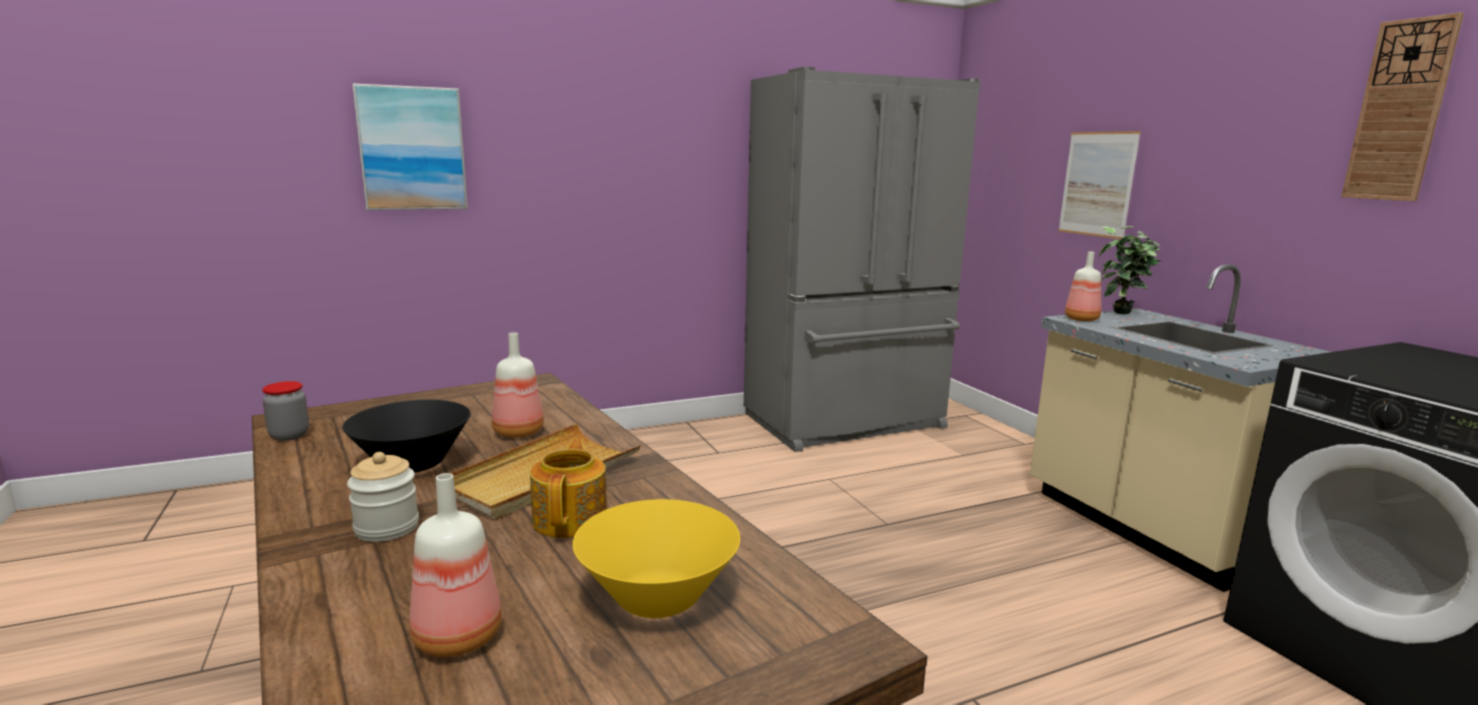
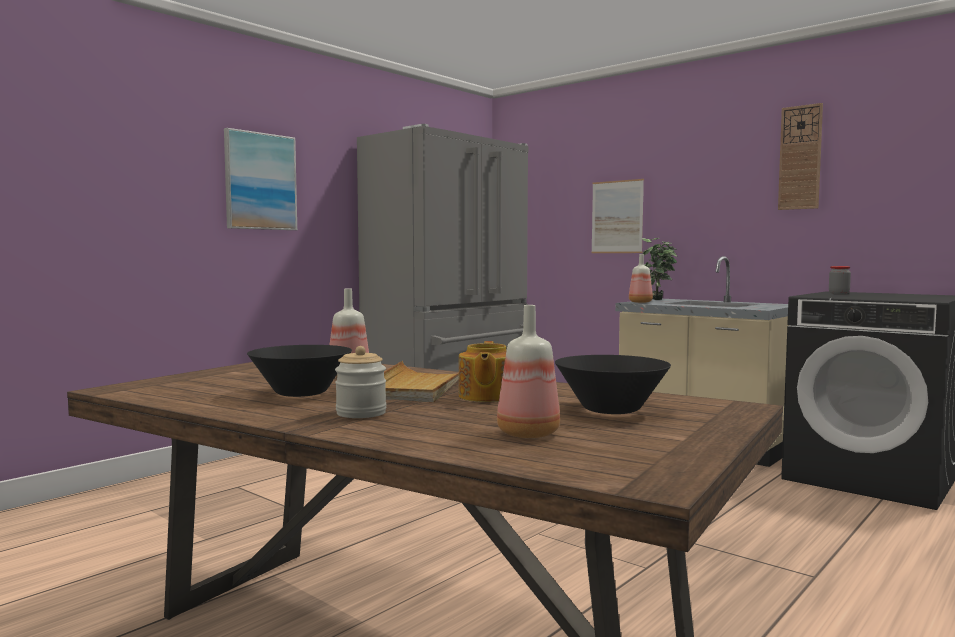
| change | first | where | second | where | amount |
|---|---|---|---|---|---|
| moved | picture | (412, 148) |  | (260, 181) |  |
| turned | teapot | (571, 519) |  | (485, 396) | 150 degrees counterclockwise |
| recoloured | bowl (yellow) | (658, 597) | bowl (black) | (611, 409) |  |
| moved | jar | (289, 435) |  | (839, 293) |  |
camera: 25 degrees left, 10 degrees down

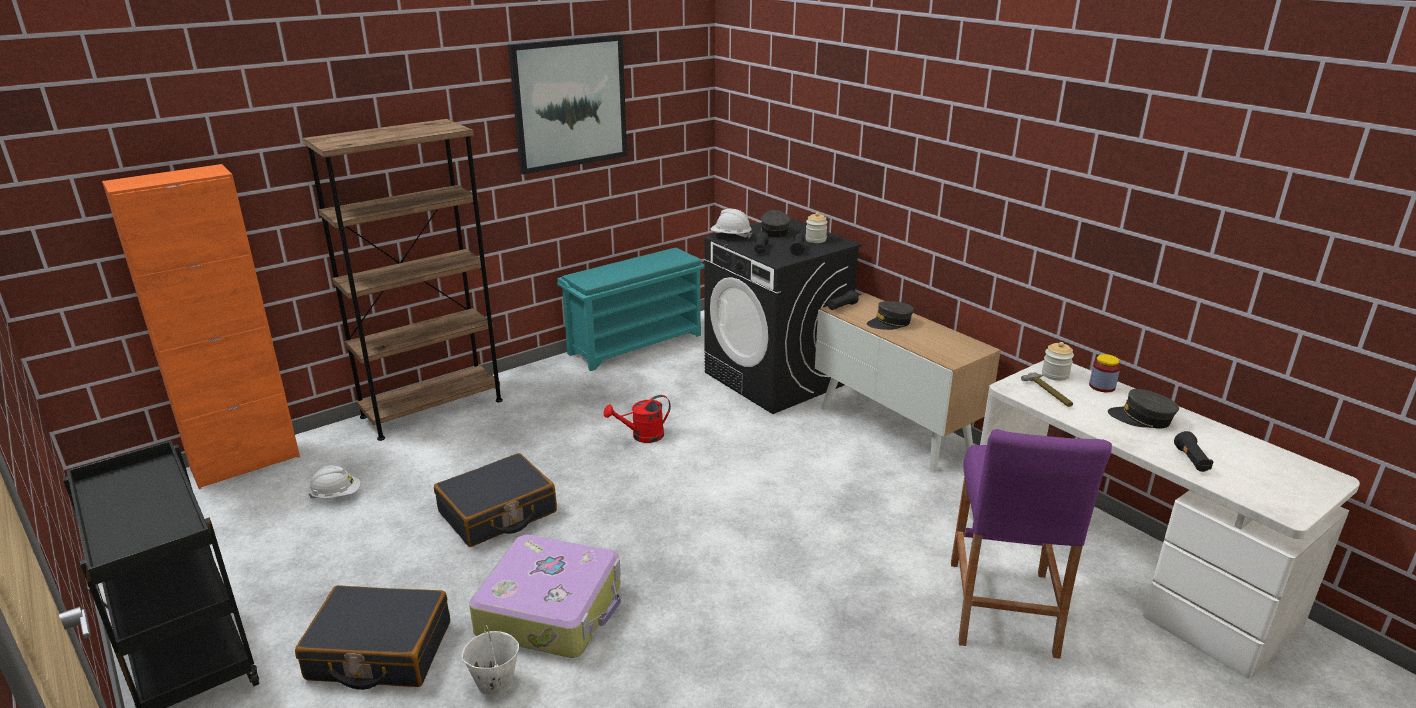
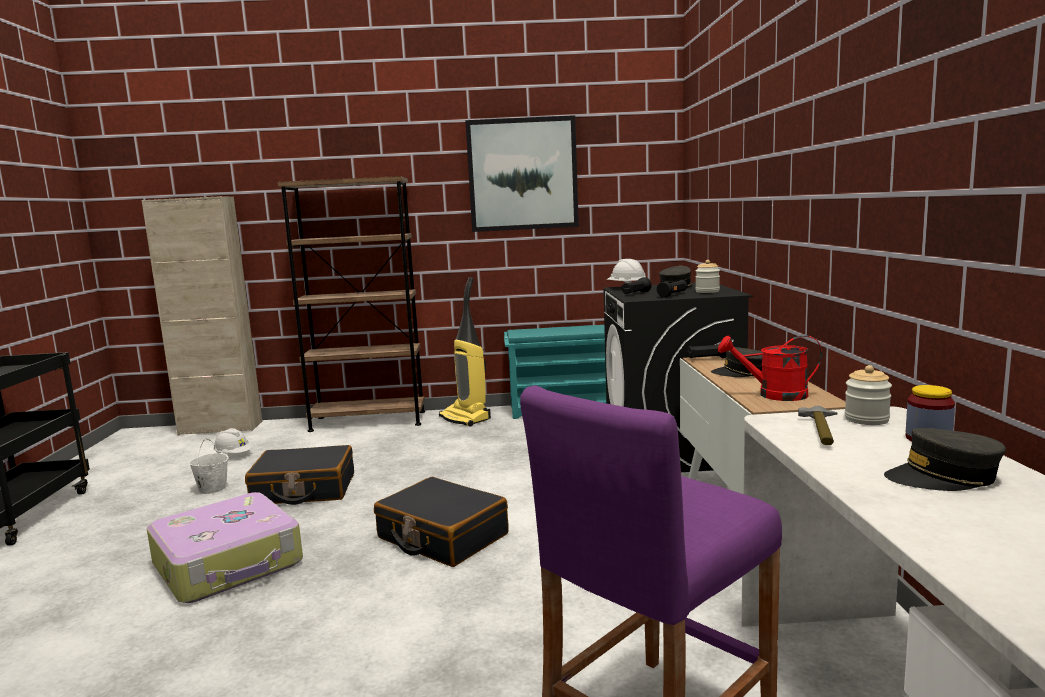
| change | first | where | second | where | amount |
|---|---|---|---|---|---|
| recoloured | cabinet (orange) | (246, 463) | cabinet (beige) | (220, 428) |  |
| moved | bucket (white) | (494, 682) |  | (212, 489) |  |
| moved | suitcase (black) | (379, 651) |  | (442, 537) |  |
| added |  |  | vacuum cleaner | (466, 418) |  |
| moved | watering can (red) | (642, 436) |  | (773, 395) |  |
| turned | cap (grey) | (1141, 418) |  | (943, 477) | 60 degrees counterclockwise |
| removed | flashlight (black) | (1191, 461) |  |  |  |
camera: 35 degrees right, 15 degrees down

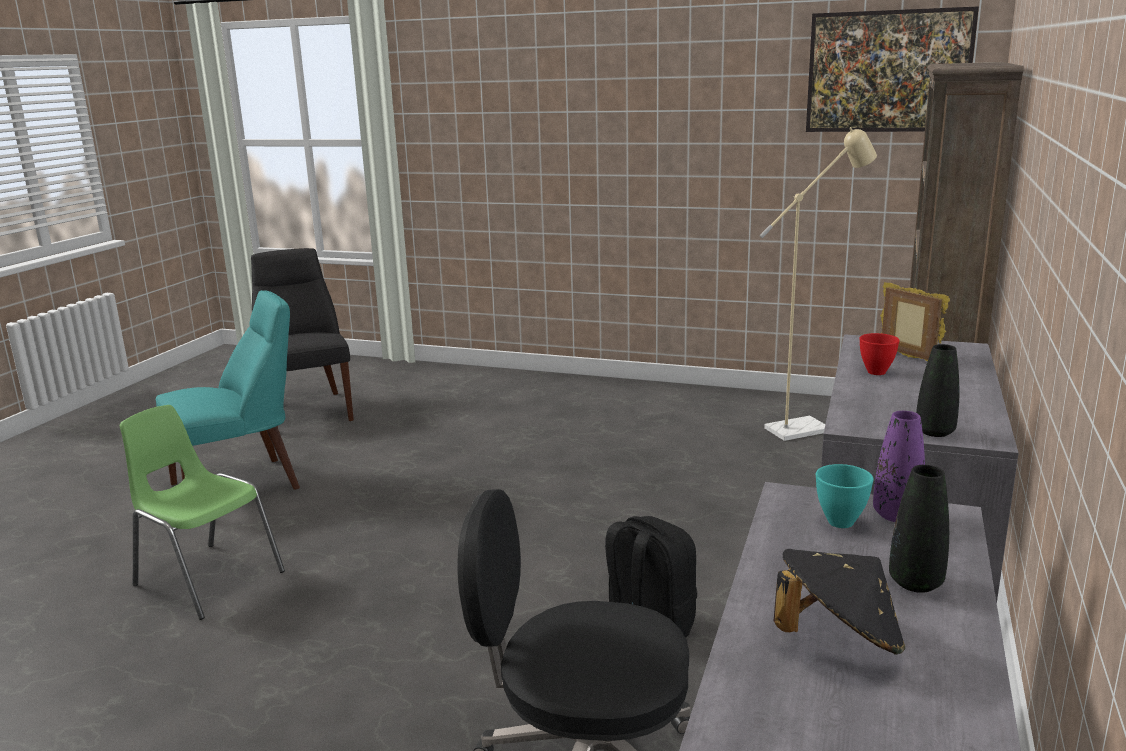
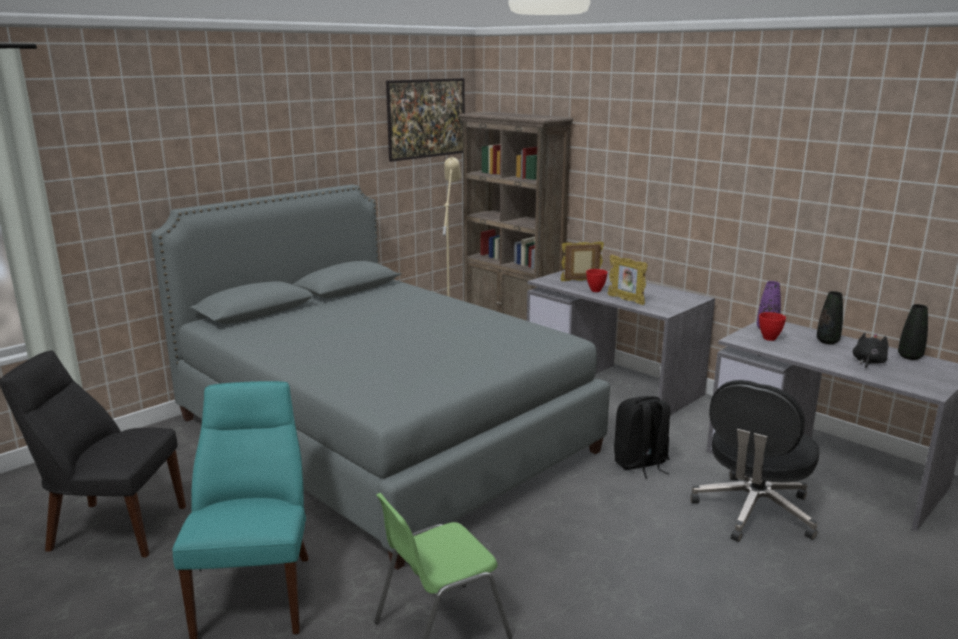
| change | first | where | second | where | amount |
|---|---|---|---|---|---|
| added |  |  | bed (grey) | (382, 434) |  |
| added |  |  | picture frame | (626, 300) |  |
| recoloured | bowl (turquoise) | (842, 522) | bowl (red) | (769, 338) |  |
| replaced | hat (black) | (838, 638) | plush toy (black) | (868, 362) |  |
| moved | vase (black) | (935, 432) |  | (909, 357) |  |
camera: 65 degrees left, 0 degrees up

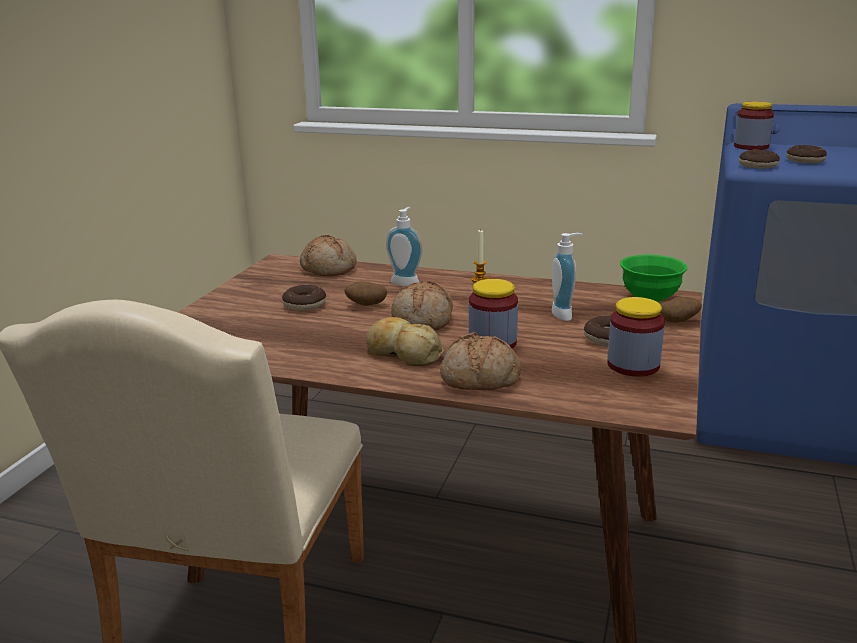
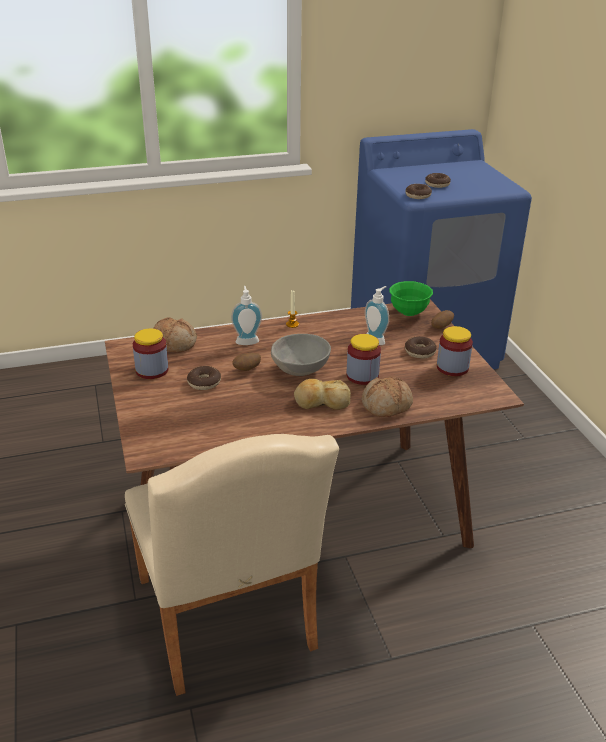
| change | first | where | second | where | amount |
|---|---|---|---|---|---|
| moved | jar | (751, 147) |  | (152, 370) |  |
| replaced | bread | (424, 320) | bowl (grey) | (301, 371) |  |
camera: 35 degrees left, 10 degrees up

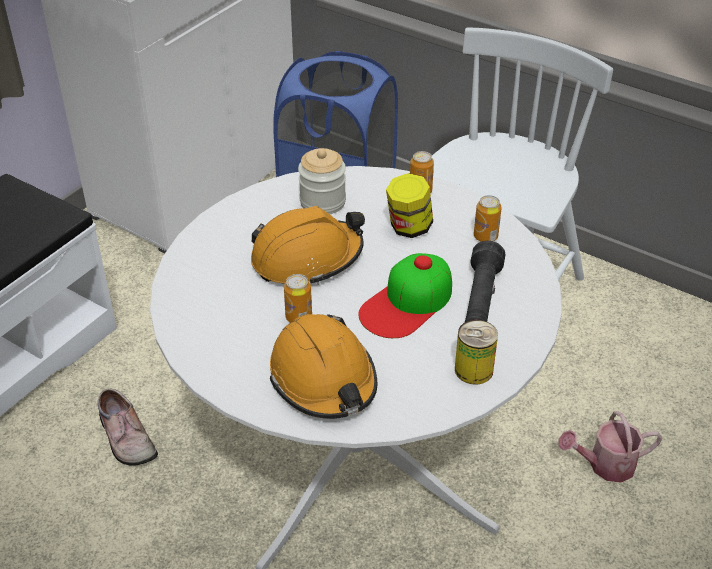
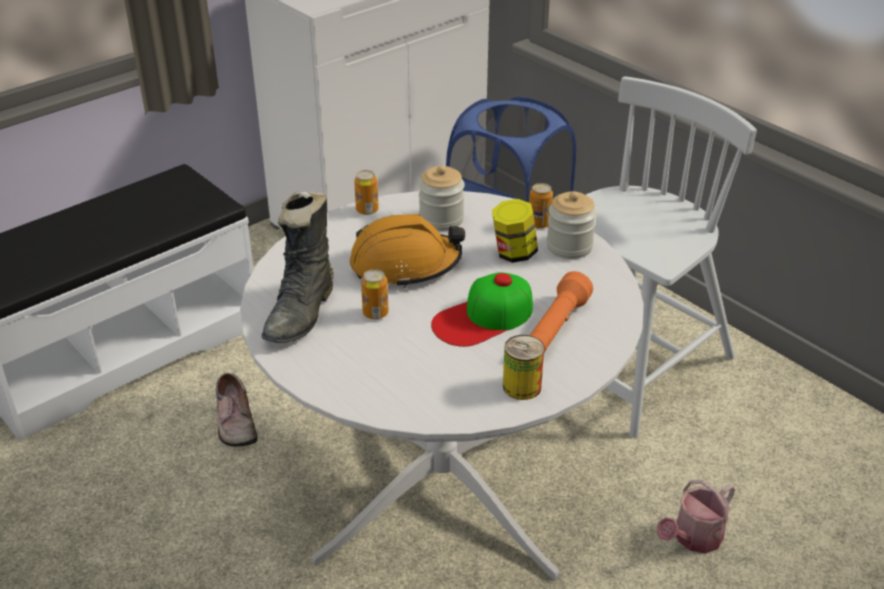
| change | first | where | second | where | amount |
|---|---|---|---|---|---|
| added |  |  | boot (black) | (302, 312) |  |
| moved | can | (485, 237) |  | (367, 210) |  |
| recoloured | flashlight (black) | (480, 301) | flashlight (orange) | (556, 328) |  |
| added |  |  | jar | (569, 246) |  |
| turned | watering can | (605, 465) |  | (693, 538) | 45 degrees counterclockwise |
| removed | hard hat (orange) | (323, 379) |  |  |  |
camera: 15 degrees right, 5 degrees down

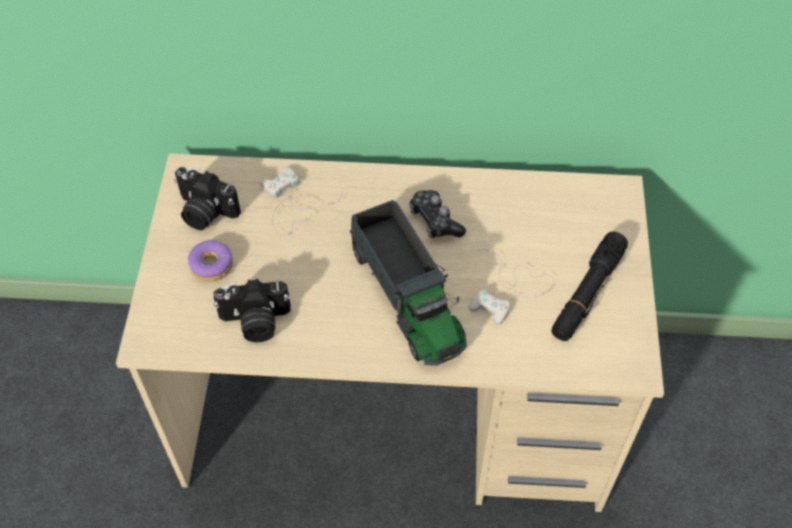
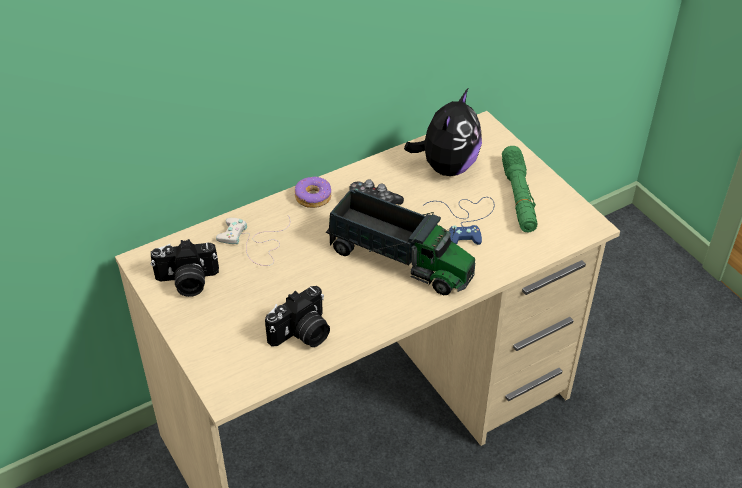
| change | first | where | second | where | amount |
|---|---|---|---|---|---|
| moved | donut | (212, 265) |  | (313, 197) |  |
| added |  |  | plush toy | (446, 167) |  |
| recoloured | game controller (white) | (509, 289) | game controller (blue) | (466, 220) |  |
| recoloured | flashlight (black) | (587, 293) | flashlight (green) | (518, 196) |  |
camera: 35 degrees left, 10 degrees down

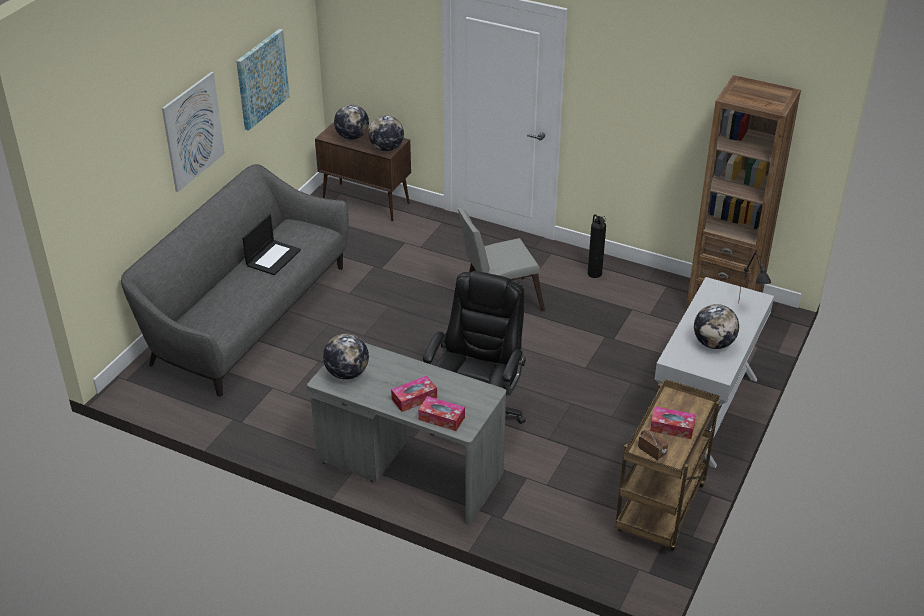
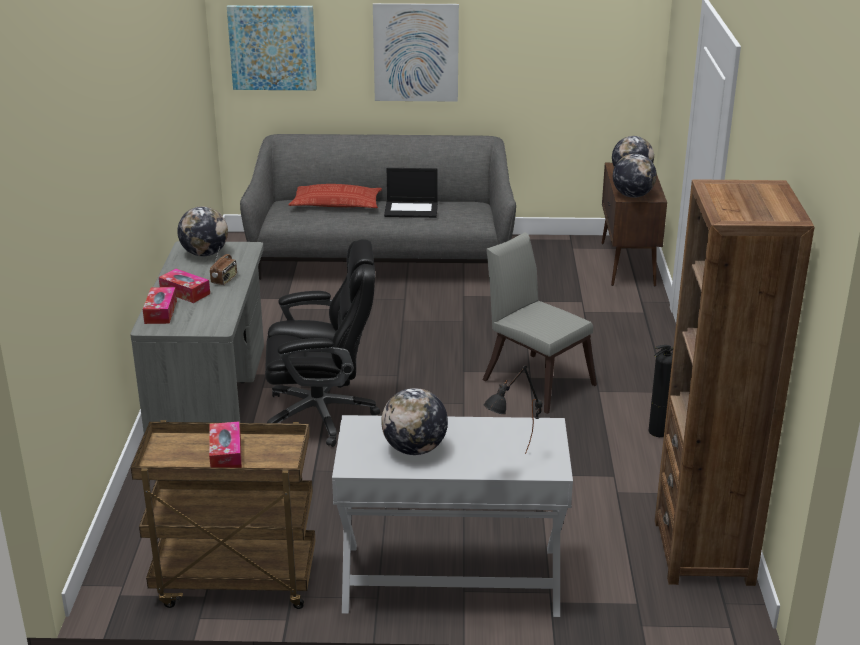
| change | first | where | second | where | amount |
|---|---|---|---|---|---|
| moved | radio | (652, 451) |  | (224, 280) |  |
| moved | picture | (261, 79) |  | (272, 47) |  |
| added |  |  | pillow | (336, 204) |  |
camera: 65 degrees right, 10 degrees down

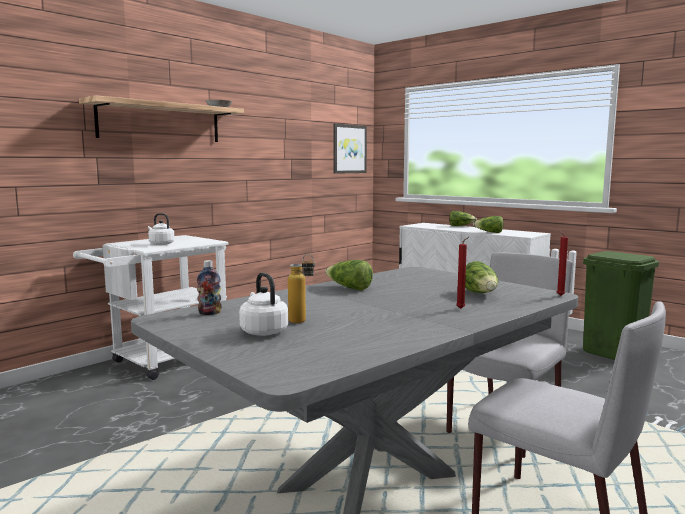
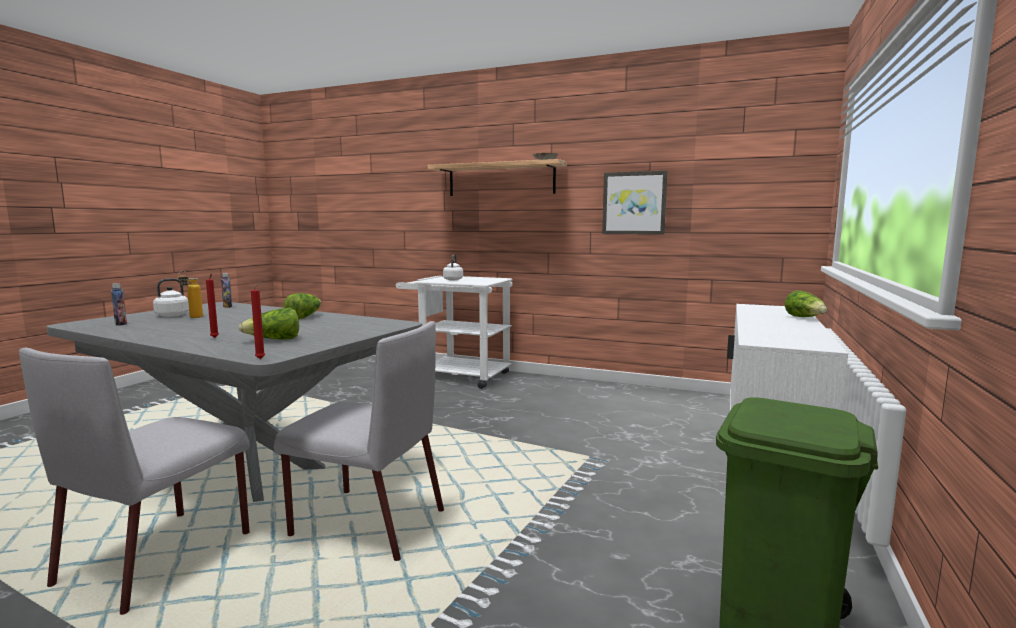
| change | first | where | second | where | amount |
|---|---|---|---|---|---|
| added |  |  | bottle | (121, 324) |  |
| moved | picture | (349, 149) |  | (634, 203) |  |
| removed | lettuce | (489, 232) |  |  |  |
camera: 70 degrees right, 0 degrees up

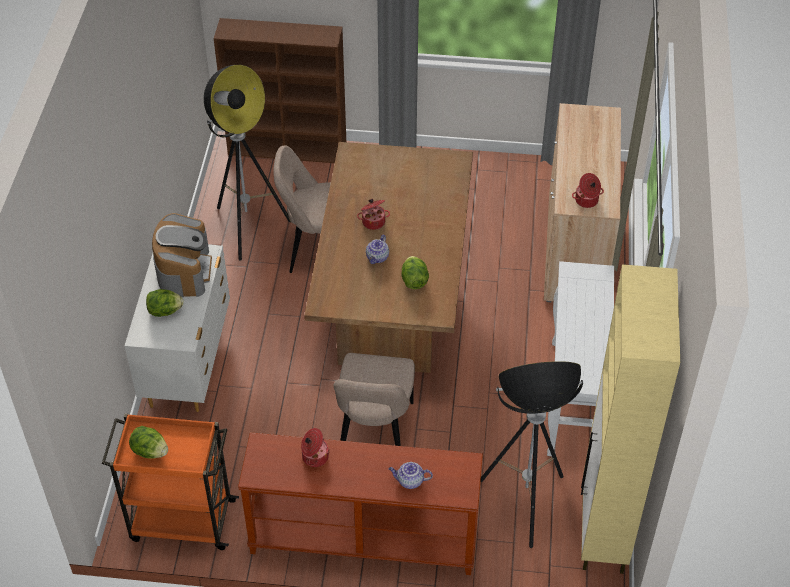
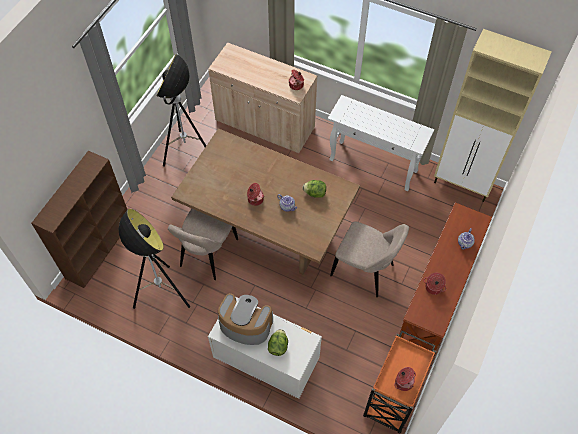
| change | first | where | second | where | amount |
|---|---|---|---|---|---|
| moved | floor lamp | (524, 504) |  | (187, 152) |  |
| replaced | lettuce | (150, 451) | cooking pot | (403, 382) |  |
camera: 70 degrees left, 10 degrees up

